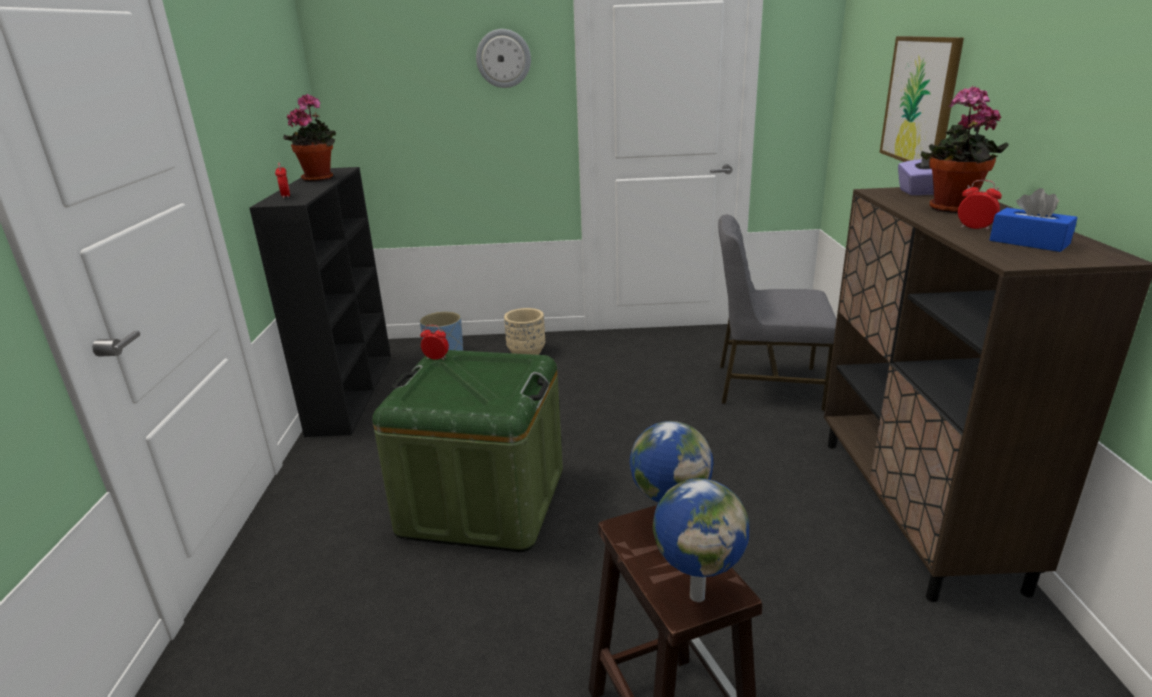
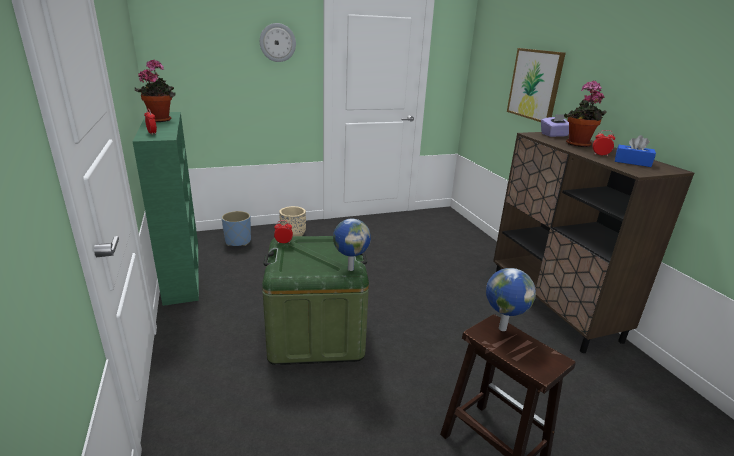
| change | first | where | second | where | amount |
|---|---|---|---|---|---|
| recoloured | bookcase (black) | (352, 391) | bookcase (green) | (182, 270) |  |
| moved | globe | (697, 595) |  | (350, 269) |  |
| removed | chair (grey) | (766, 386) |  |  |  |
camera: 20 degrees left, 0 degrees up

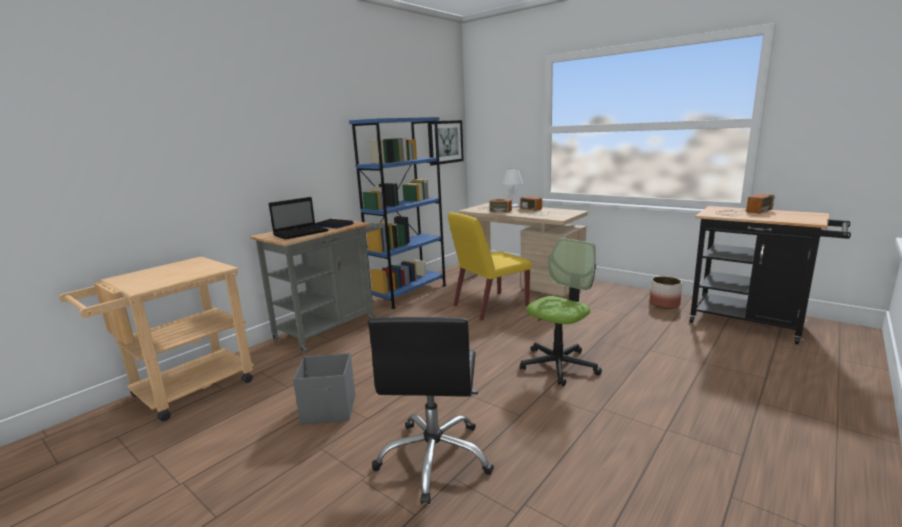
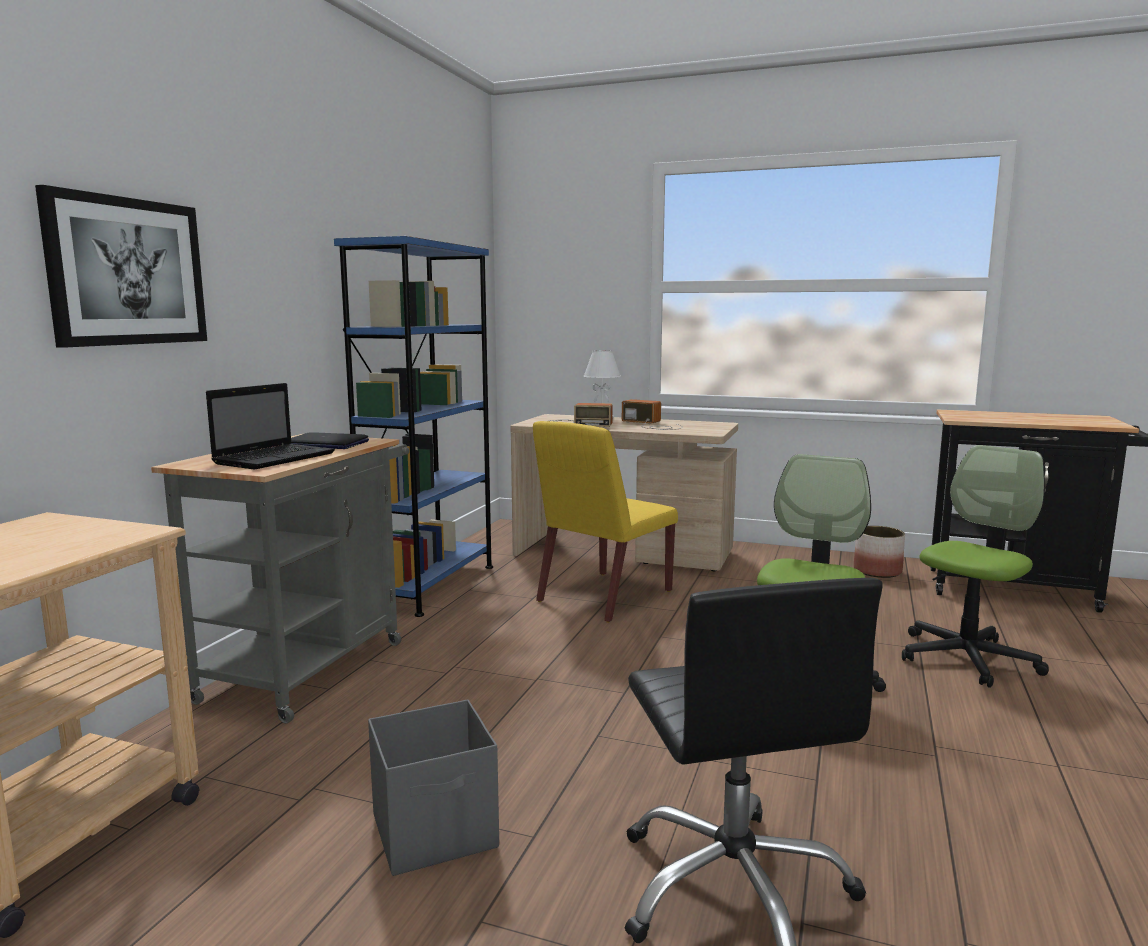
| change | first | where | second | where | amount |
|---|---|---|---|---|---|
| moved | picture | (445, 142) |  | (127, 272) |  |
| added |  |  | office chair | (967, 658) |  |
| removed | radio | (741, 212) |  |  |  |
camera: 20 degrees left, 5 degrees down

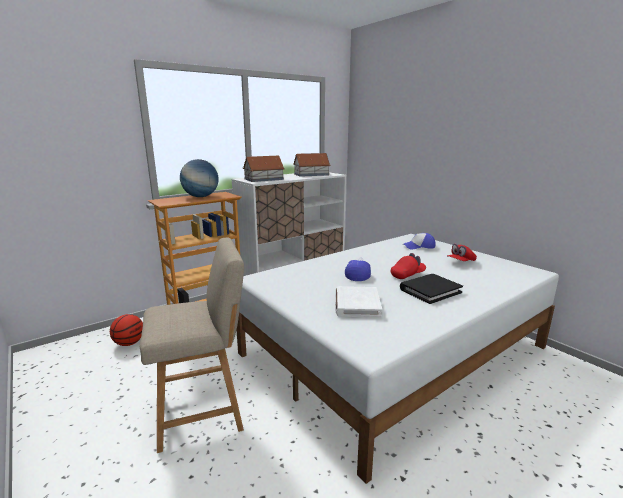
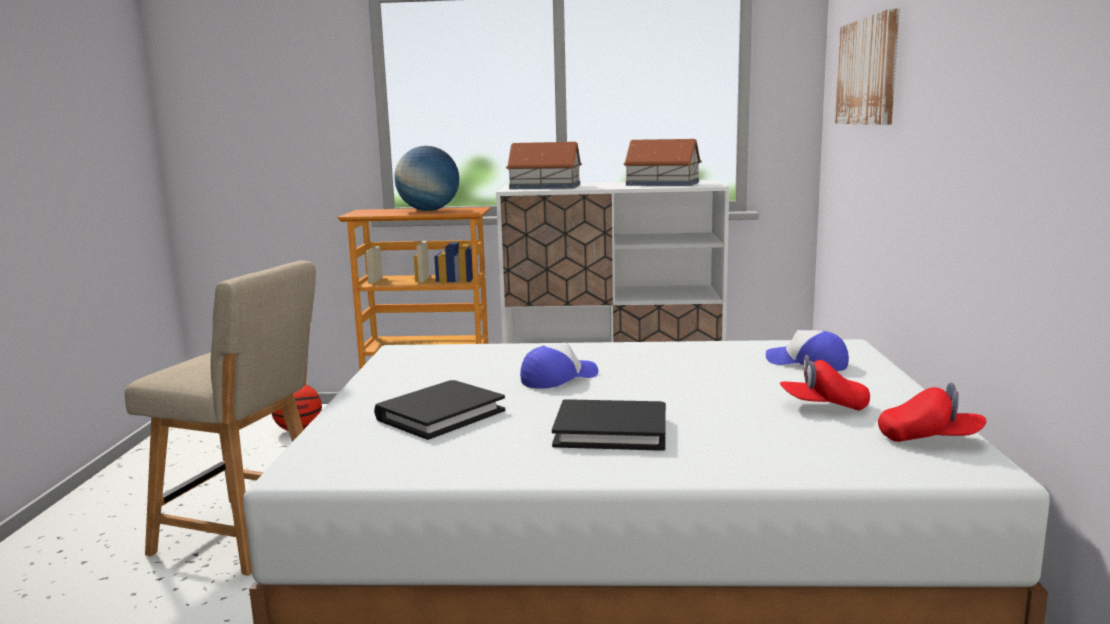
| change | first | where | second | where | amount |
|---|---|---|---|---|---|
| recoloured | book (white) | (357, 304) | book (black) | (440, 414) |  |
| added |  |  | picture | (868, 71) |  |
| moved | cap (red) | (407, 275) |  | (929, 439) |  |
camera: 40 degrees right, 5 degrees down

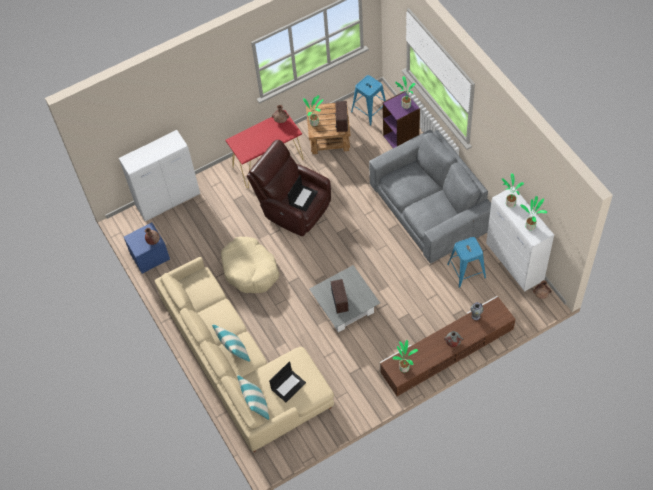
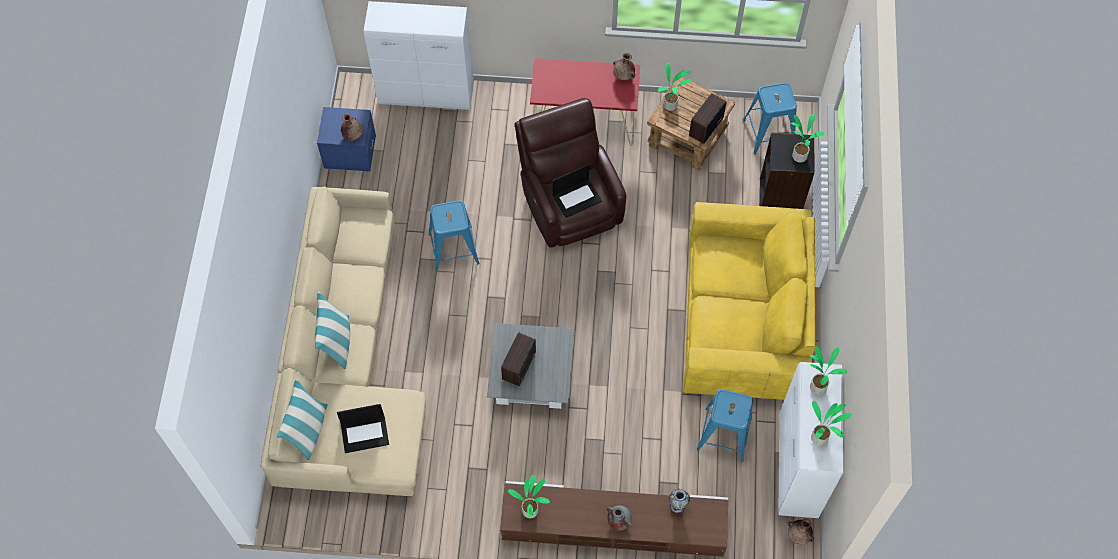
| change | first | where | second | where | amount |
|---|---|---|---|---|---|
| replaced | dog bed (beige) | (250, 270) | stool (blue) | (454, 249) |  |
| recoloured | sofa (grey) | (430, 208) | sofa (yellow) | (744, 316) |  |
| recoloured | bookcase (purple) | (401, 138) | bookcase (black) | (780, 197) |  |
camera: 30 degrees right, 5 degrees up

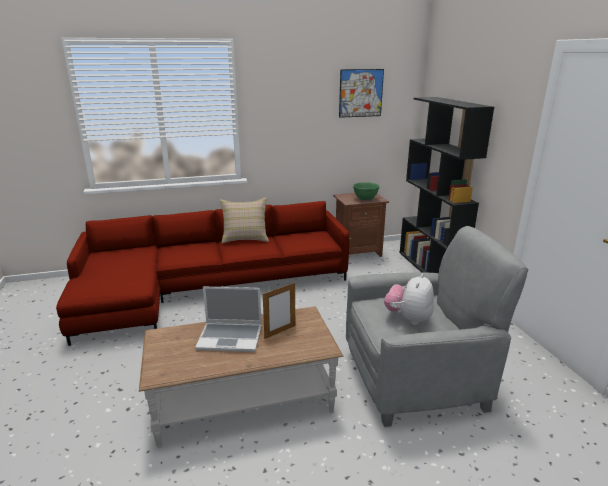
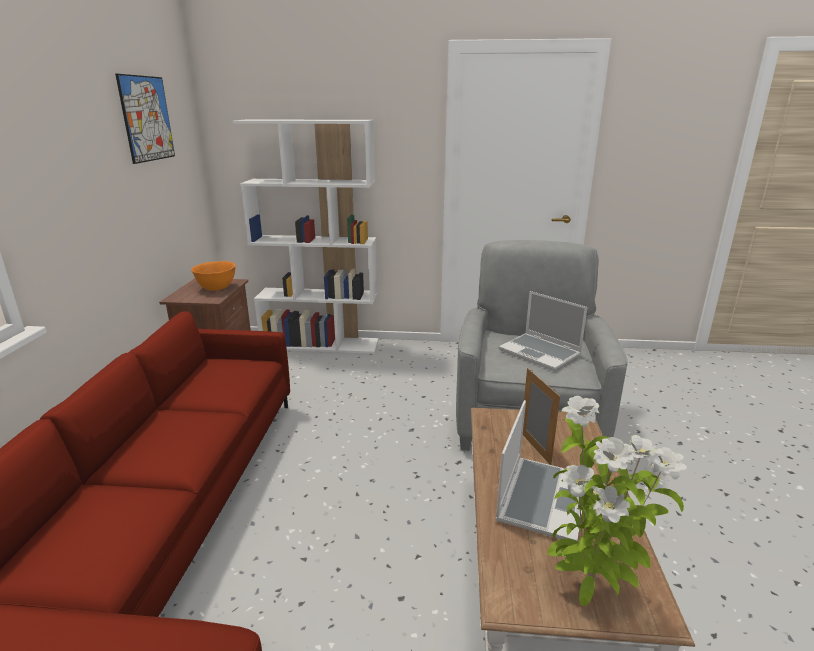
| change | first | where | second | where | amount |
|---|---|---|---|---|---|
| recoloured | bowl (green) | (365, 199) | bowl (orange) | (217, 288) |  |
| recoloured | bookcase (black) | (430, 269) | bookcase (white) | (321, 344) |  |
| replaced | plush toy | (408, 318) | laptop | (541, 353) |  |
| added |  |  | potted plant | (588, 593) |  |
| removed | pillow (beige) | (245, 238) |  |  |  |
camera: 70 degrees left, 0 degrees up

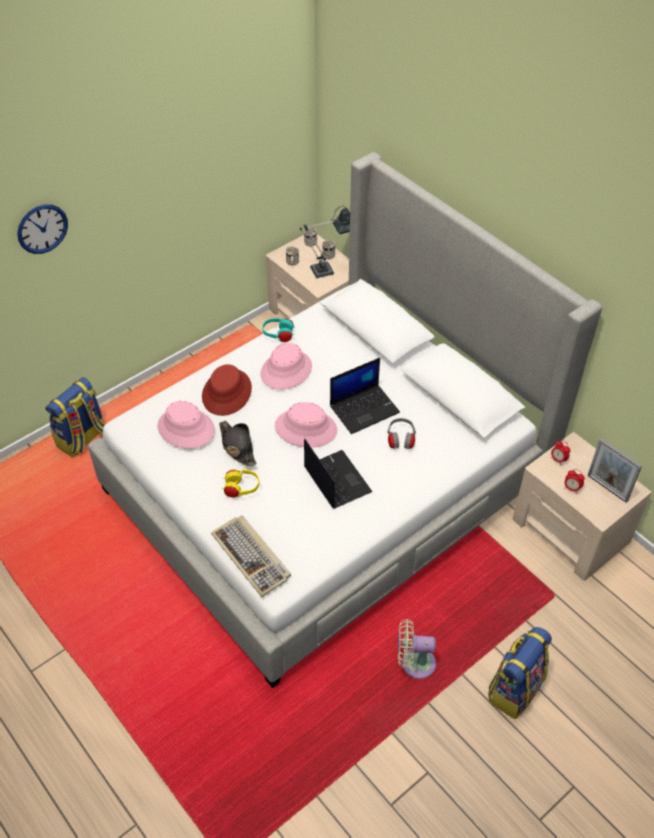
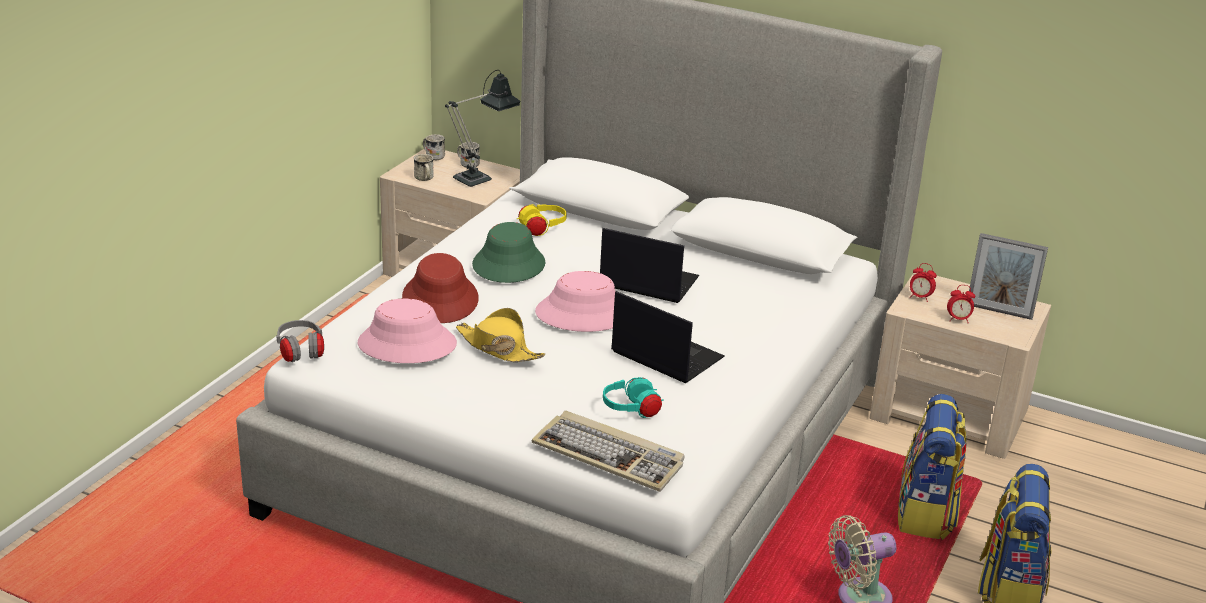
| change | first | where | second | where | amount |
|---|---|---|---|---|---|
| moved | headphones (grey) | (401, 440) |  | (301, 353) |  |
| recoloured | hat (black) | (237, 446) | hat (yellow) | (498, 348) |  |
| recoloured | hat (pink) | (286, 370) | hat (green) | (508, 265) |  |
| moved | headphones (yellow) | (241, 489) |  | (542, 229) |  |
| turned | laptop | (364, 408) |  | (647, 282) | 105 degrees counterclockwise |
| moved | headphones (turquoise) | (279, 335) |  | (631, 411) |  |
| moved | backpack | (82, 439) |  | (926, 514) |  |
| removed | wall clock | (42, 228) |  |  |  |
camera: 25 degrees left, 20 degrees down

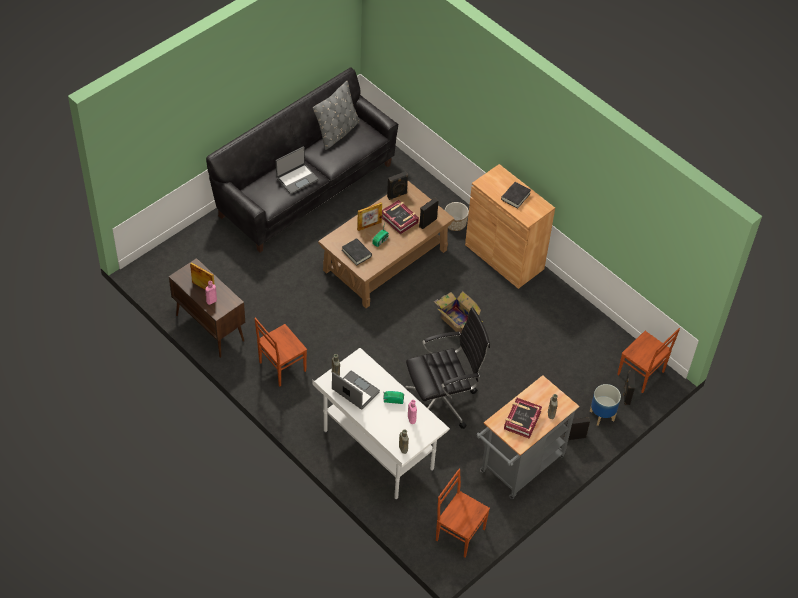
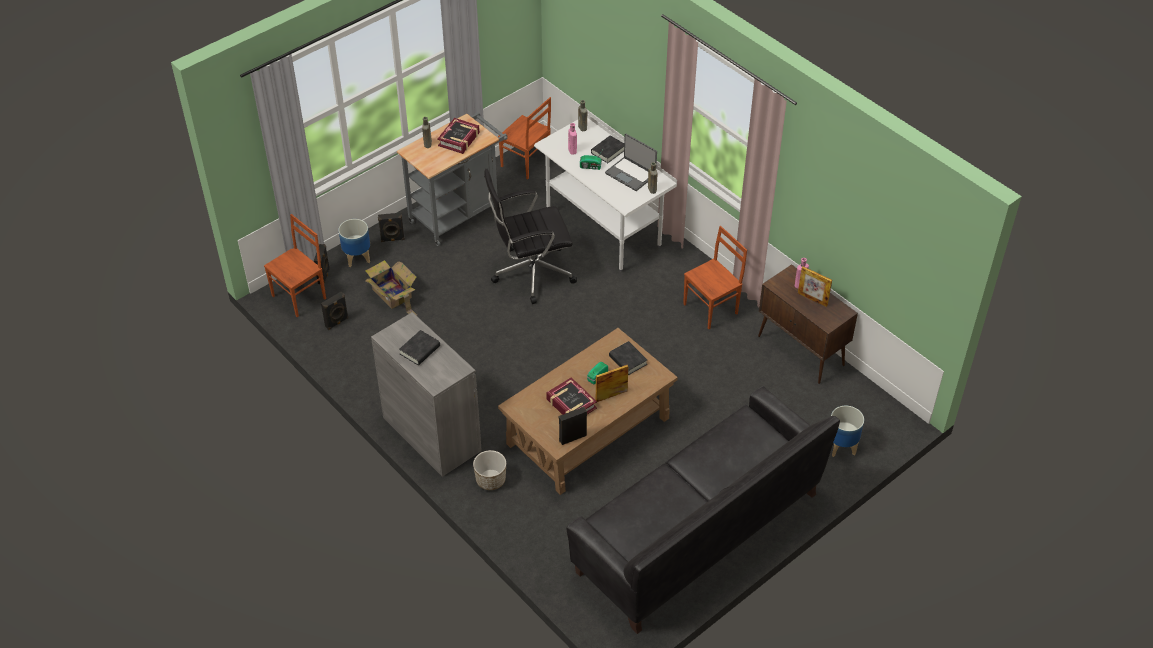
| change | first | where | second | where | amount |
|---|---|---|---|---|---|
| turned | chair (brown) | (641, 374) |  | (300, 297) | 90 degrees clockwise |
| moved | speaker (black) | (427, 222) |  | (337, 323) |  |
| moved | cardboard box | (457, 320) |  | (392, 295) |  |
| recoloured | cabinet (brown) | (504, 257) | cabinet (grey) | (431, 434) |  |
| added |  |  | book (black) | (608, 151) |  |
| added |  |  | planter | (842, 446) |  |
| removed | laptop | (297, 179) |  |  |  |
| removed | pillow (grey) | (337, 132) |  |  |  |
camera: 175 degrees left, 5 degrees down

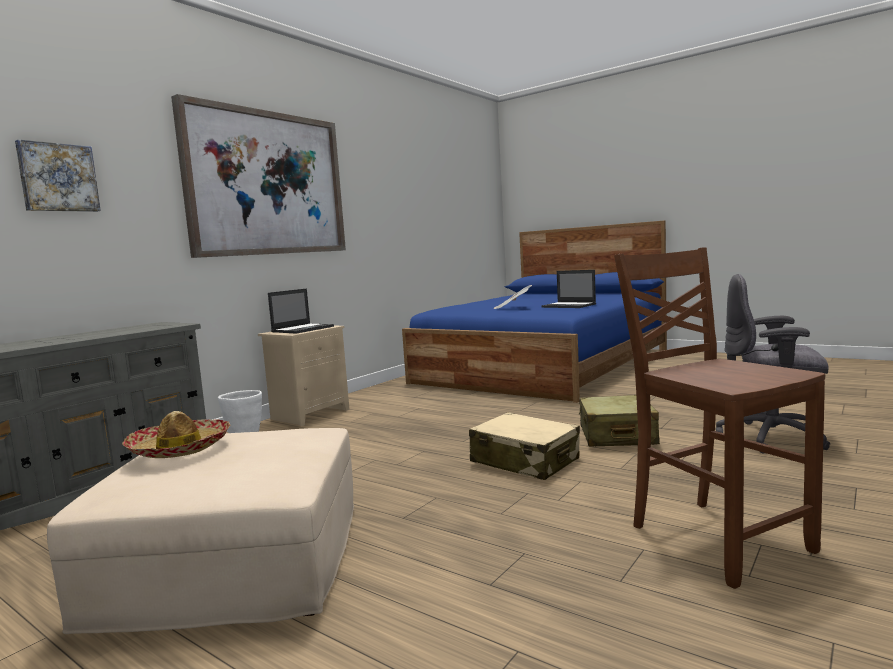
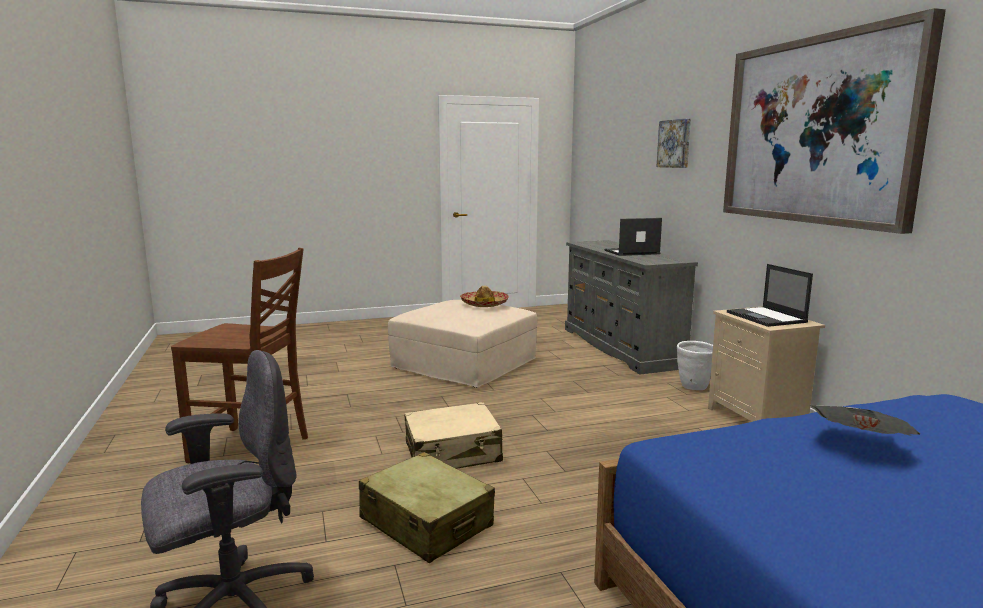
| change | first | where | second | where | amount |
|---|---|---|---|---|---|
| moved | laptop | (569, 305) |  | (631, 252) |  |
camera: 125 degrees right, 5 degrees up

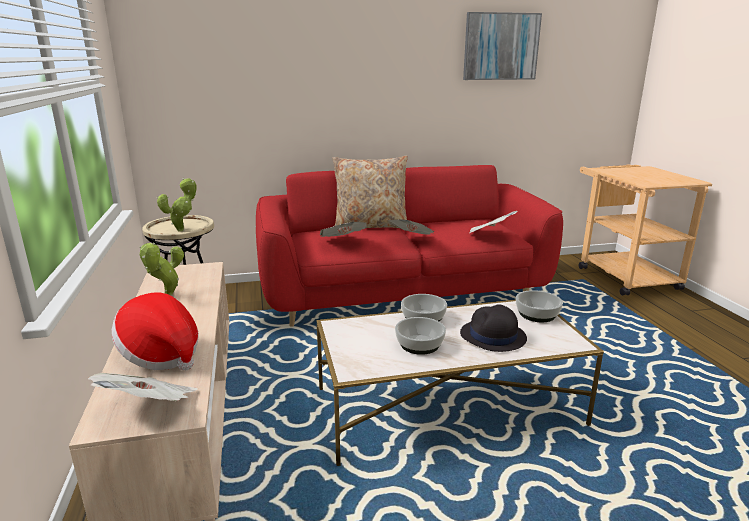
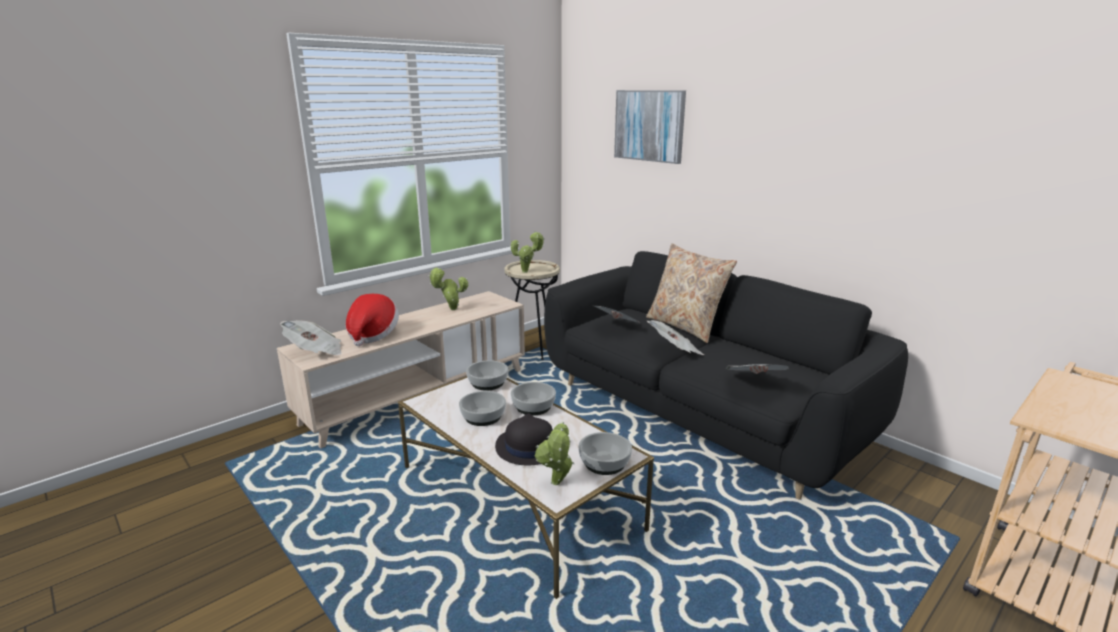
| change | first | where | second | where | amount |
|---|---|---|---|---|---|
| added |  |  | bowl | (487, 383) |  |
| added |  |  | potted plant | (556, 484) |  |
| recoloured | sofa (red) | (402, 294) | sofa (black) | (697, 414) |  |
| moved | picture | (501, 46) |  | (649, 125) |  |
camera: 60 degrees right, 0 degrees up

